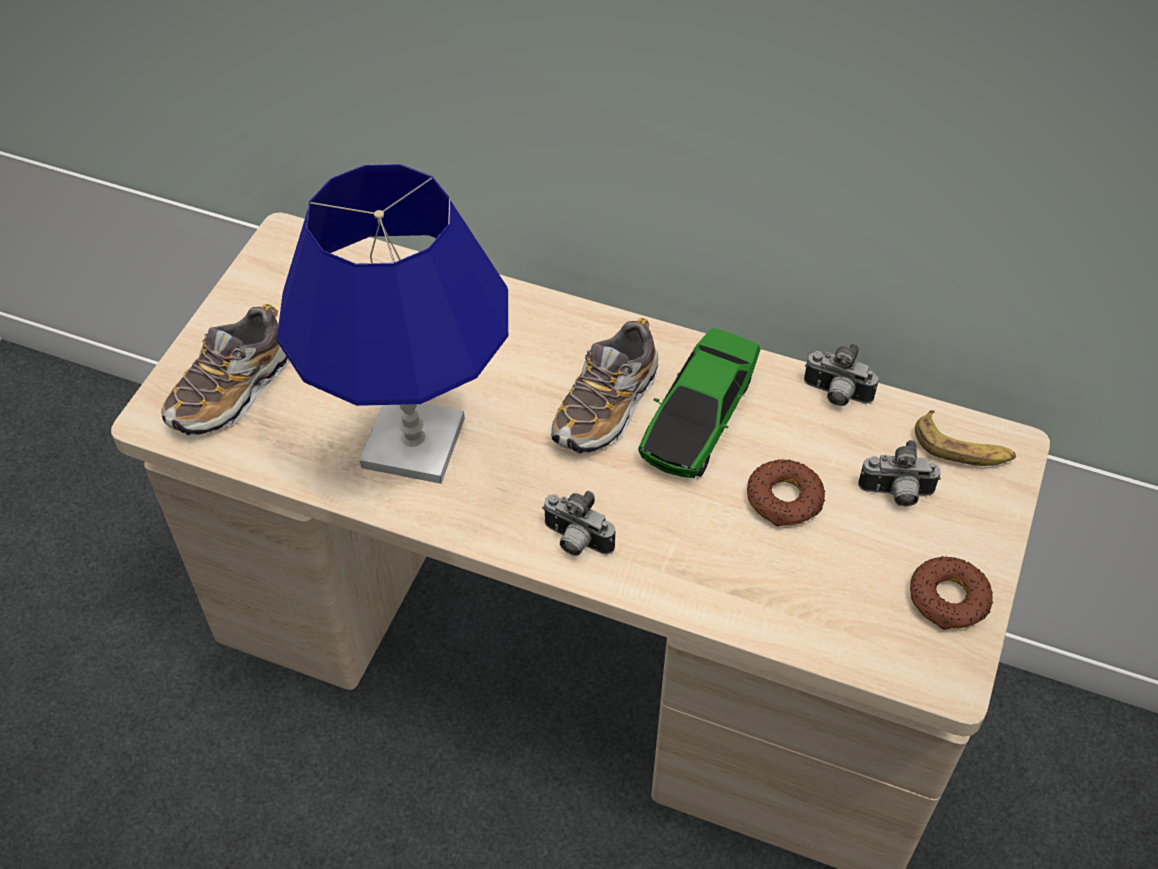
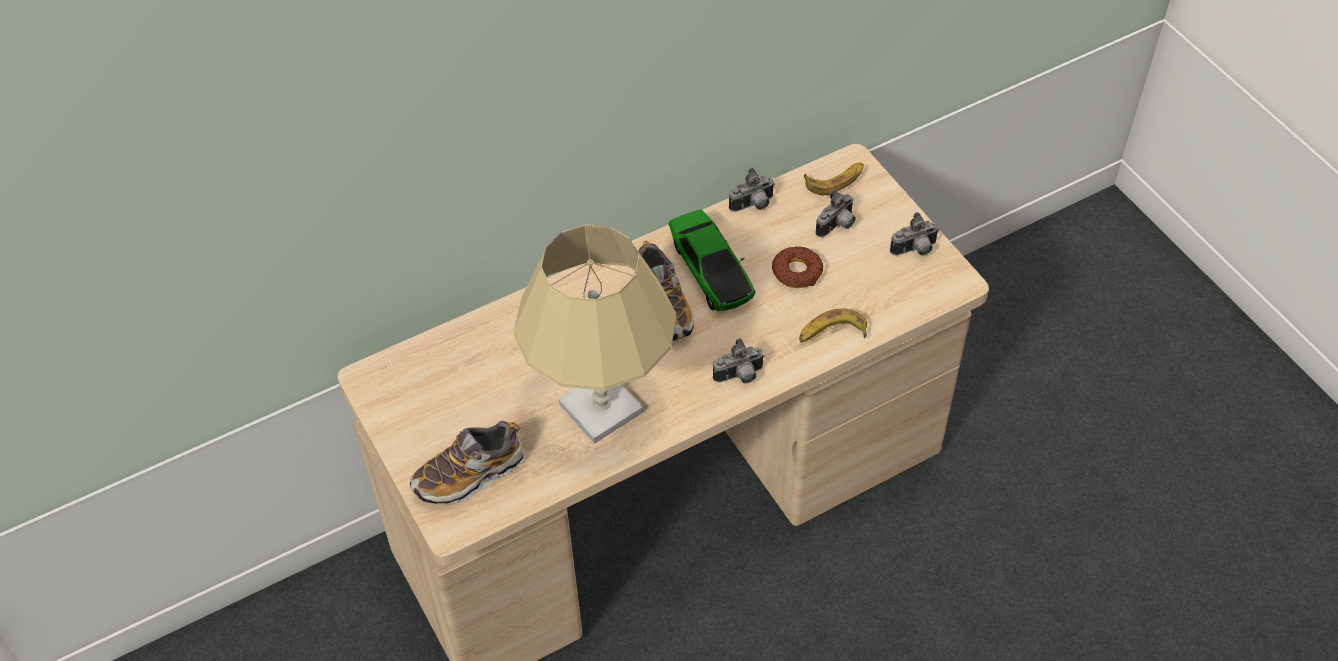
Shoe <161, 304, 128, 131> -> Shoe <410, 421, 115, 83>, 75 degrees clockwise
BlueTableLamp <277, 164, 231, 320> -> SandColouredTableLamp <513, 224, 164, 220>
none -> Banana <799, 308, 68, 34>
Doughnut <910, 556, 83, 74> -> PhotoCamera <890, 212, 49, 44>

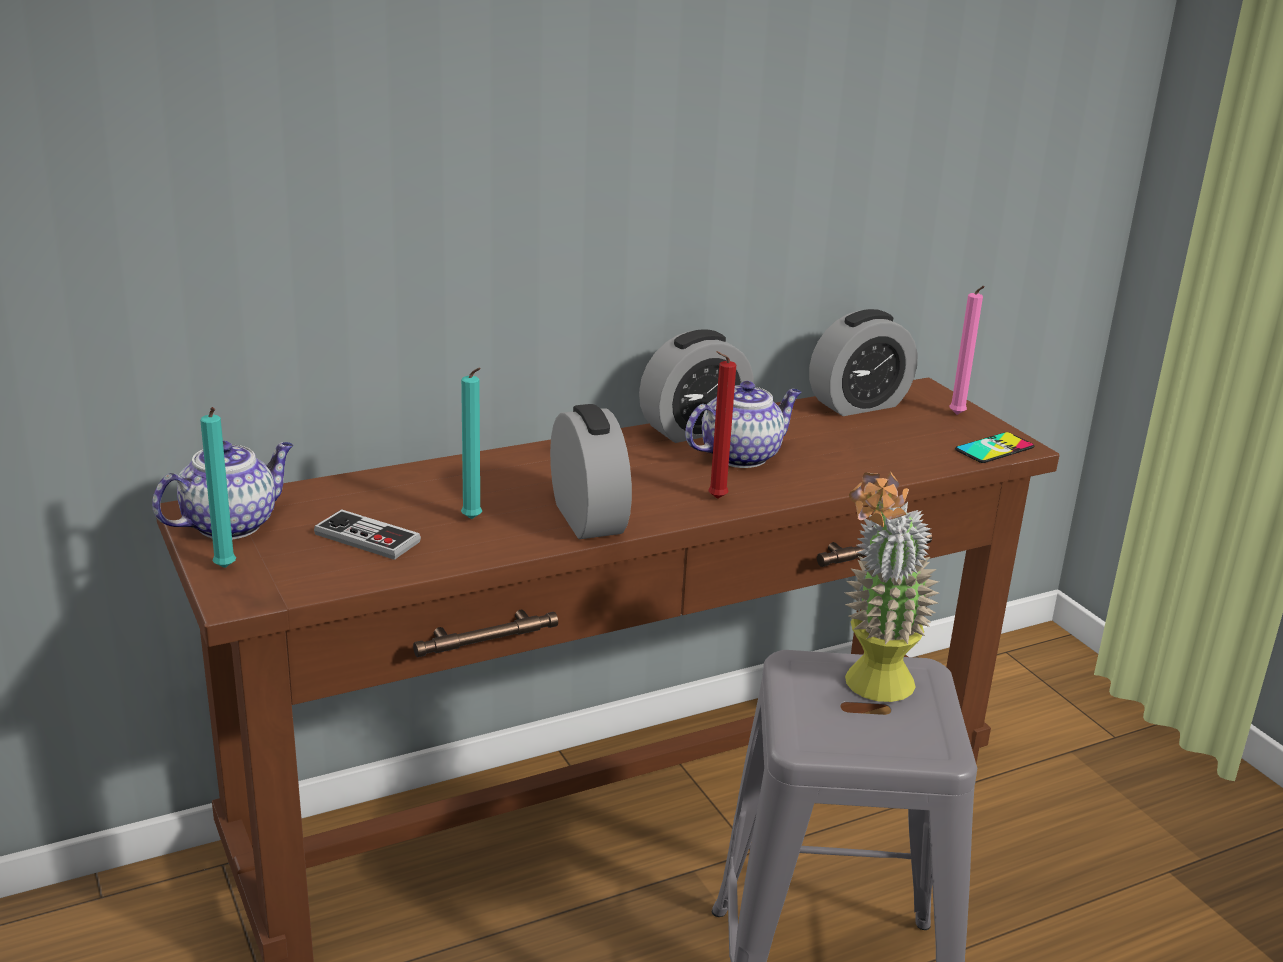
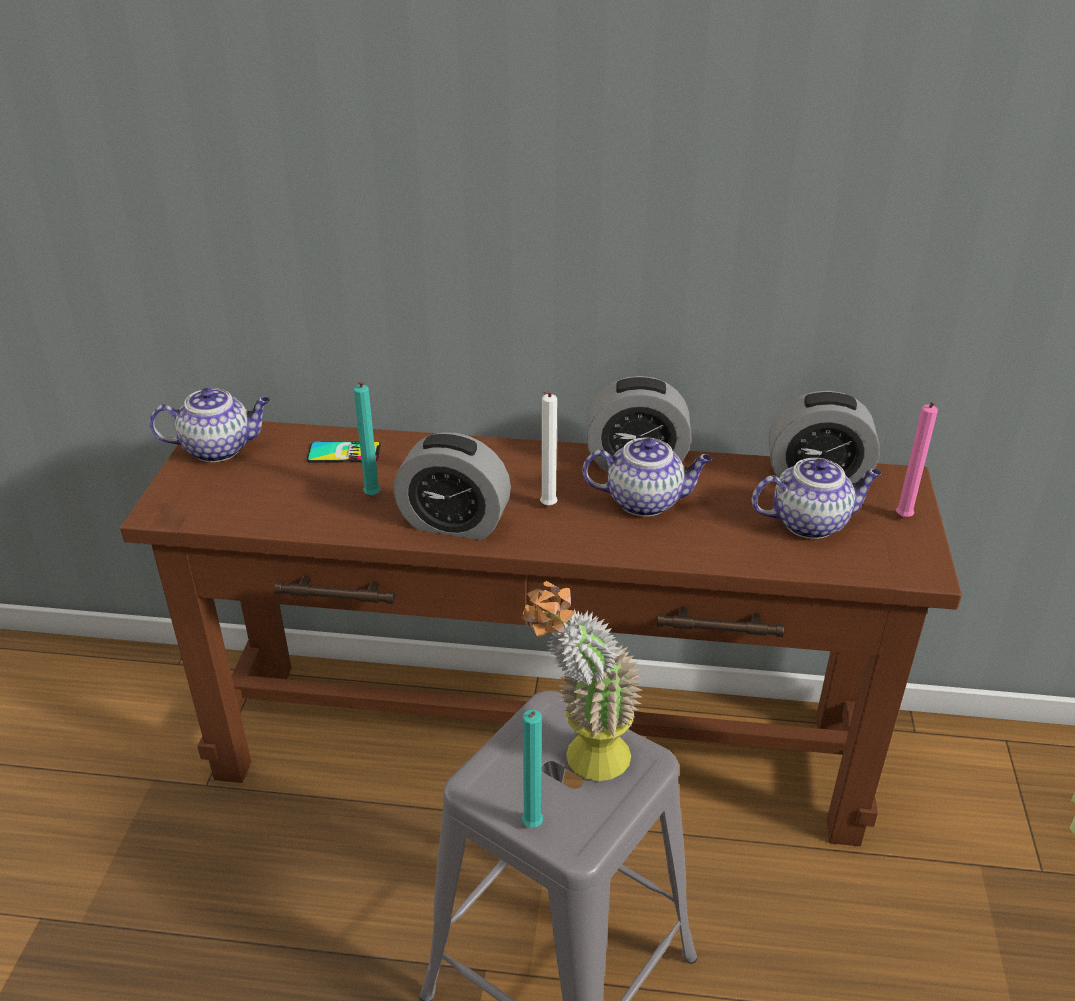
Phone <955, 432, 79, 31> -> Phone <307, 441, 74, 22>, move
TableClock <550, 404, 82, 135> -> TableClock <393, 432, 118, 108>, 90 degrees clockwise
TurquoiseColouredCandle <200, 407, 36, 161> -> TurquoiseColouredCandle <522, 710, 21, 117>, move
none -> WhitishCandle <540, 391, 18, 115>
none -> TeaPot <752, 458, 129, 81>
Joypad <314, 509, 107, 51> -> none
ReddishCandle <708, 351, 28, 148> -> none

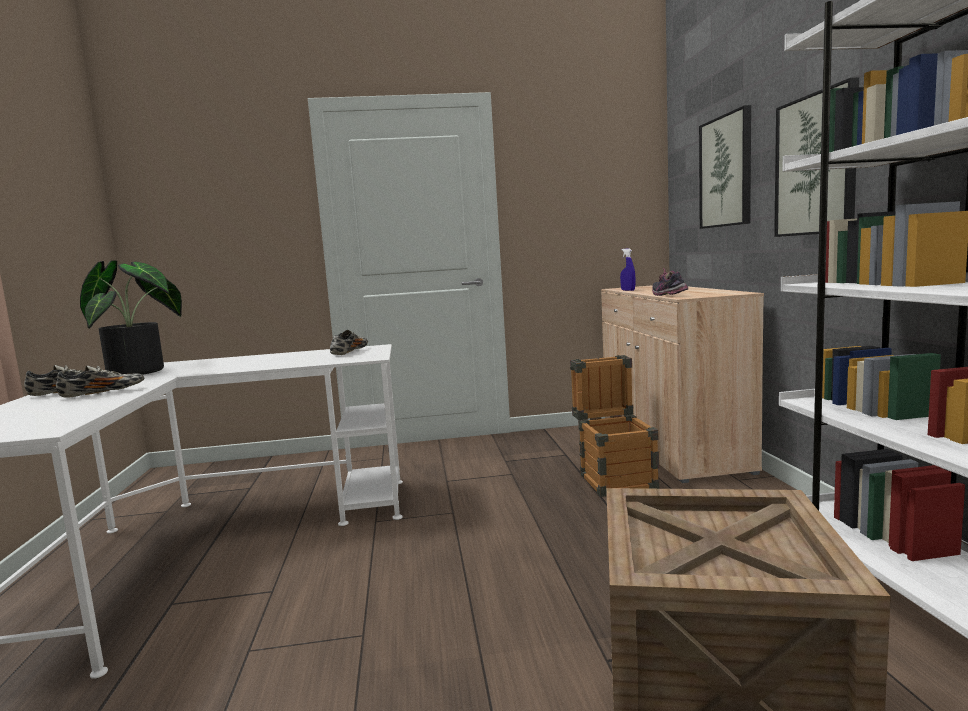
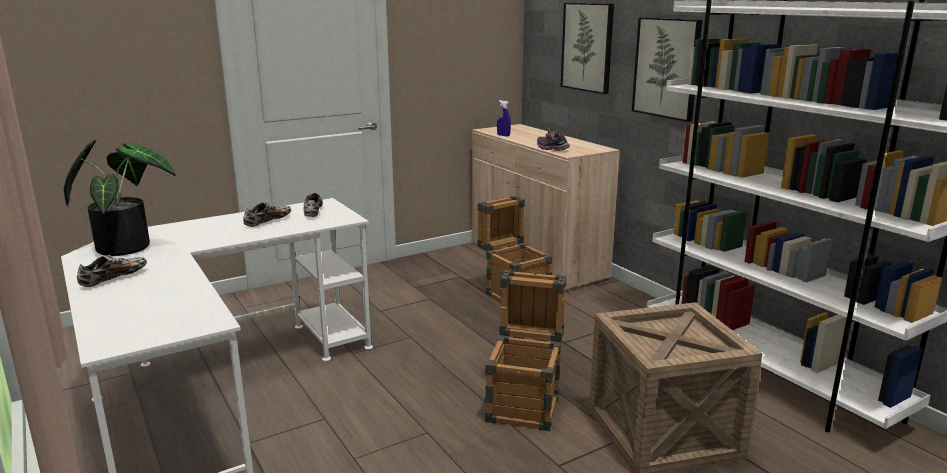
Shoe <56, 365, 88, 33> -> Shoe <243, 202, 48, 25>, move
none -> Crate <485, 270, 82, 161>

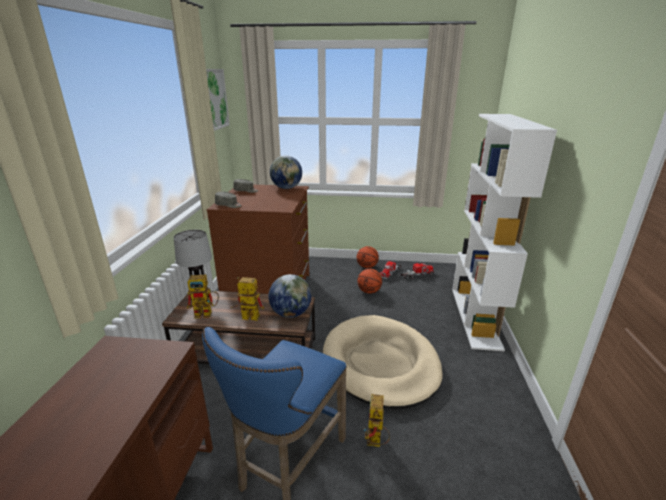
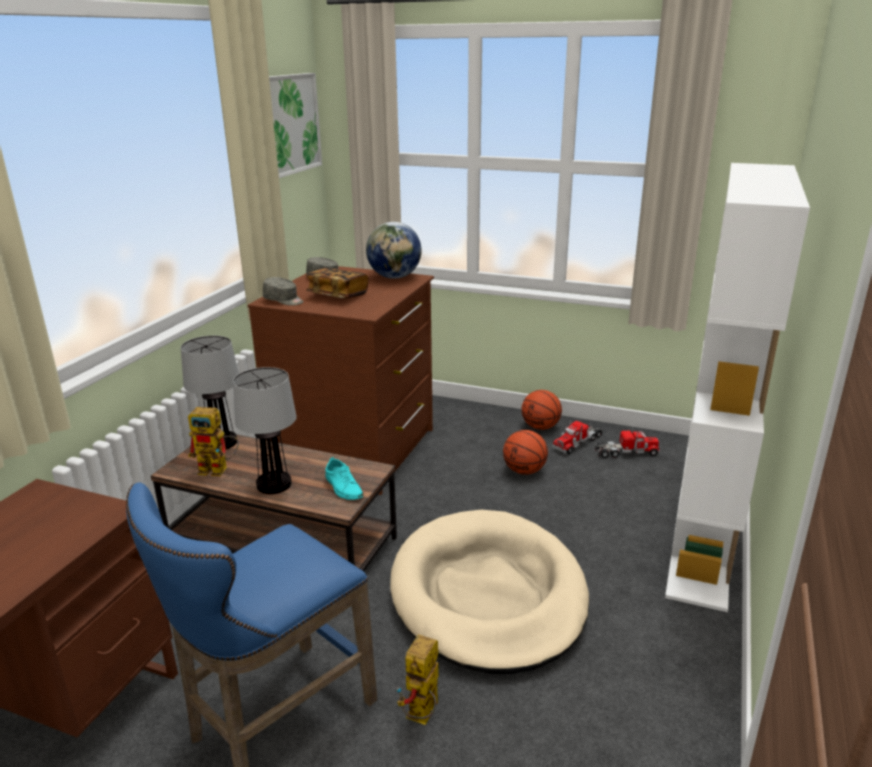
ModelRobot <230, 277, 34, 44> -> TableLamp <233, 367, 64, 127>
none -> BoundBook <306, 268, 63, 31>
Globe <269, 274, 43, 44> -> TurquoiseColouredShoe <325, 457, 38, 43>

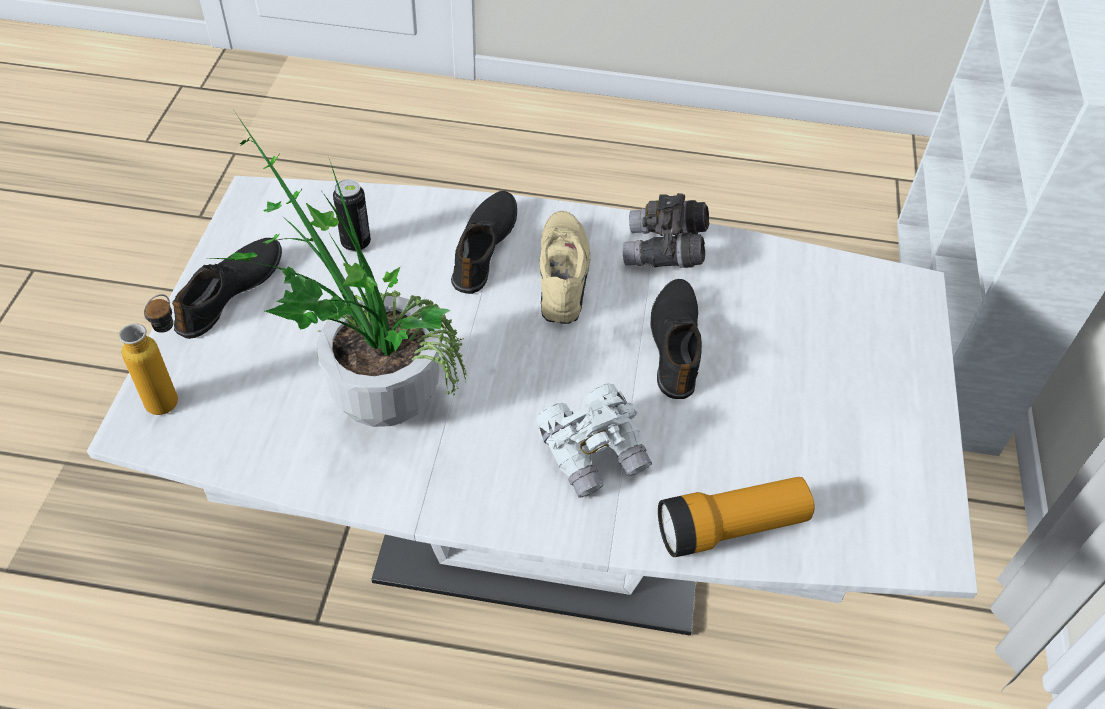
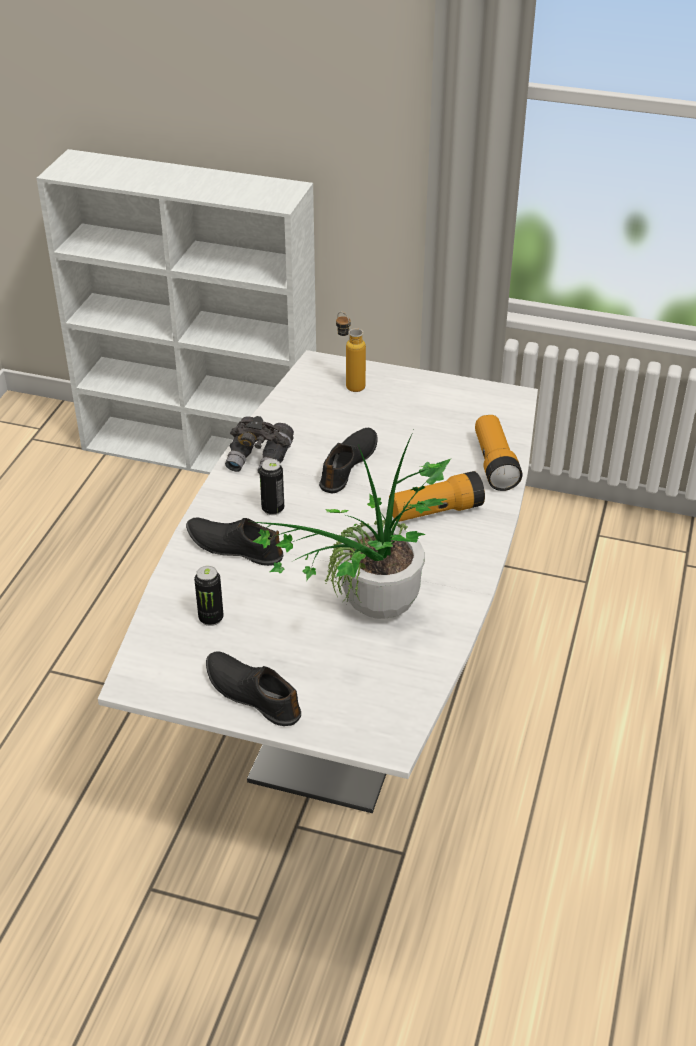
SandColouredShoe <539, 211, 51, 113> -> SealedCan <259, 459, 25, 56>
BlackColouredShoe <650, 279, 52, 120> -> BlackColouredShoe <319, 428, 59, 65>, 105 degrees clockwise
Bottle <119, 294, 59, 121> -> Bottle <336, 312, 30, 80>, move
WhitishBinoculars <536, 383, 116, 115> -> Flashlight <389, 471, 96, 51>

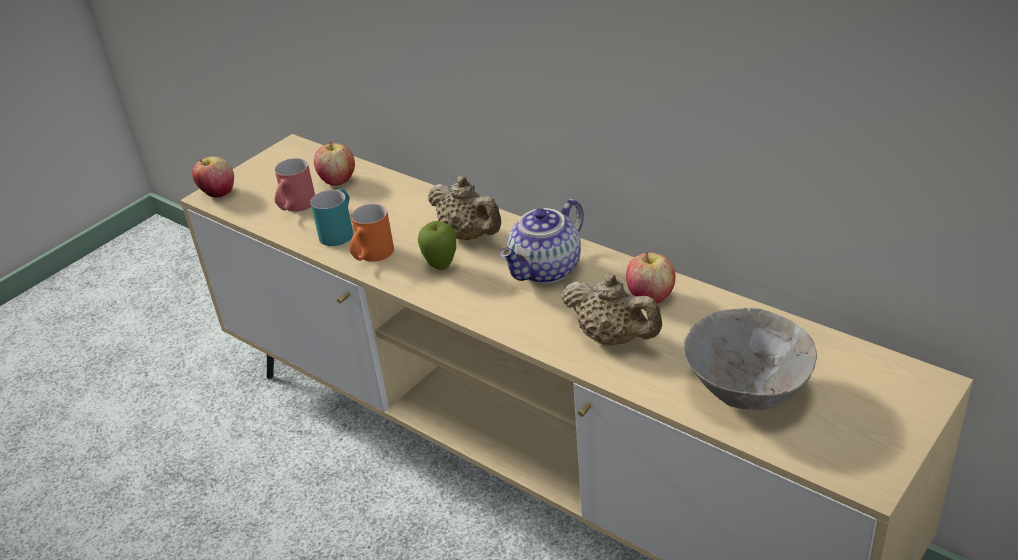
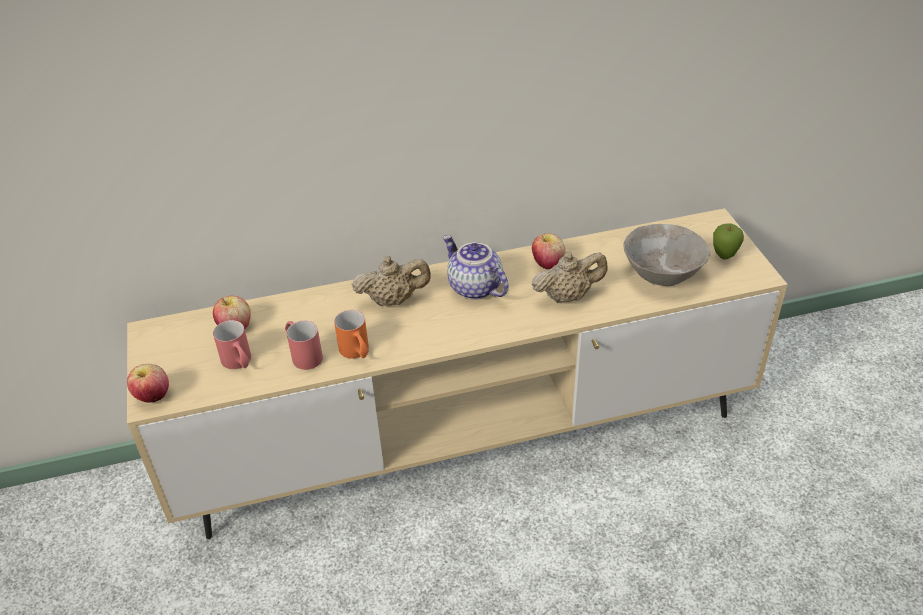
TurquoiseColouredTeaMug <310, 189, 43, 57> -> ReddishTeaMug <285, 320, 38, 50>
TeaPot <499, 199, 85, 85> -> TeaPot <443, 235, 66, 65>, 150 degrees clockwise
WholeApple <418, 221, 38, 49> -> WholeApple <713, 223, 31, 37>, move

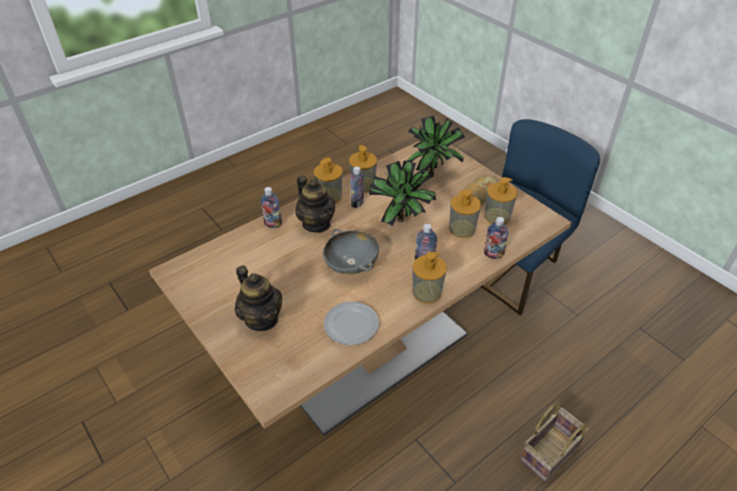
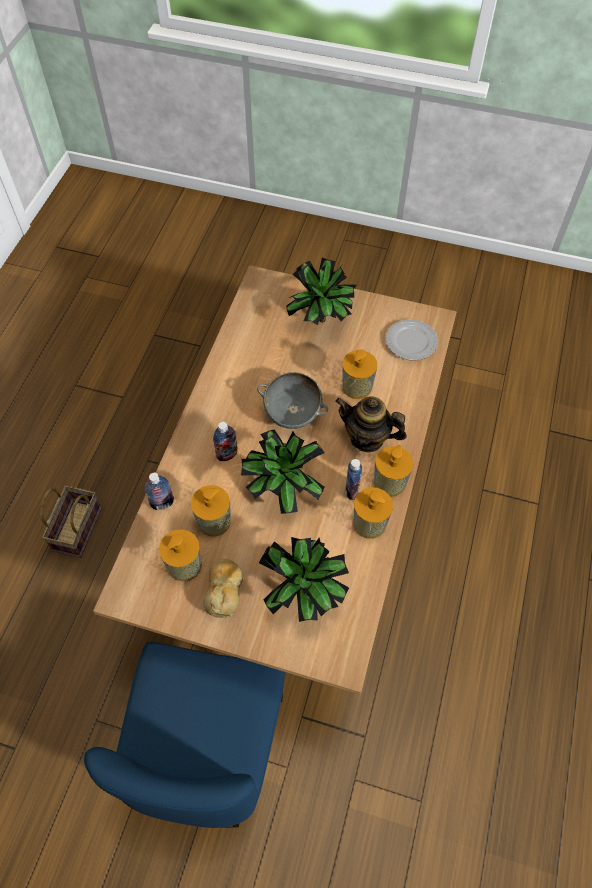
TeaPot <235, 265, 48, 66> -> PottedPlant <286, 258, 70, 67>
LiquidSoapBottle <412, 252, 35, 52> -> LiquidSoapBottle <342, 349, 35, 50>, move
Plate <324, 302, 55, 43> -> Plate <386, 319, 52, 41>, move
Bottle <260, 187, 22, 41> -> none

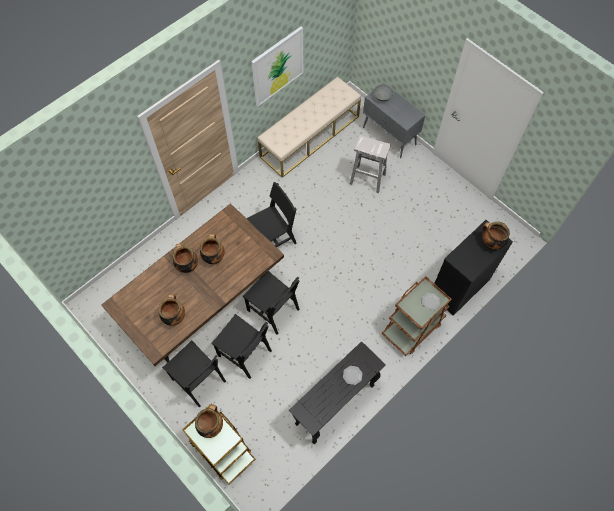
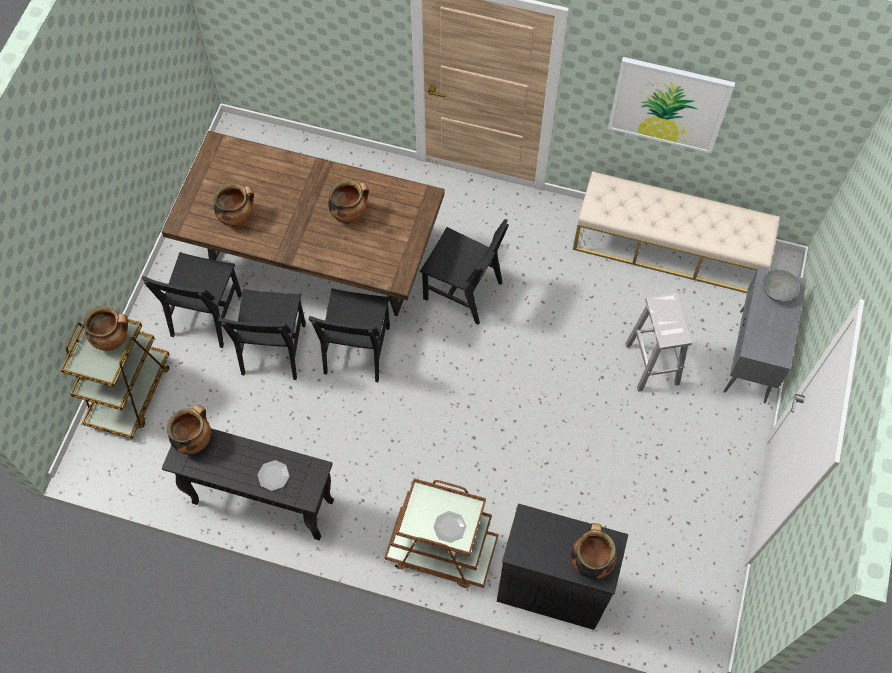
Stockpot <173, 243, 25, 30> -> Stockpot <167, 404, 44, 50>, move

